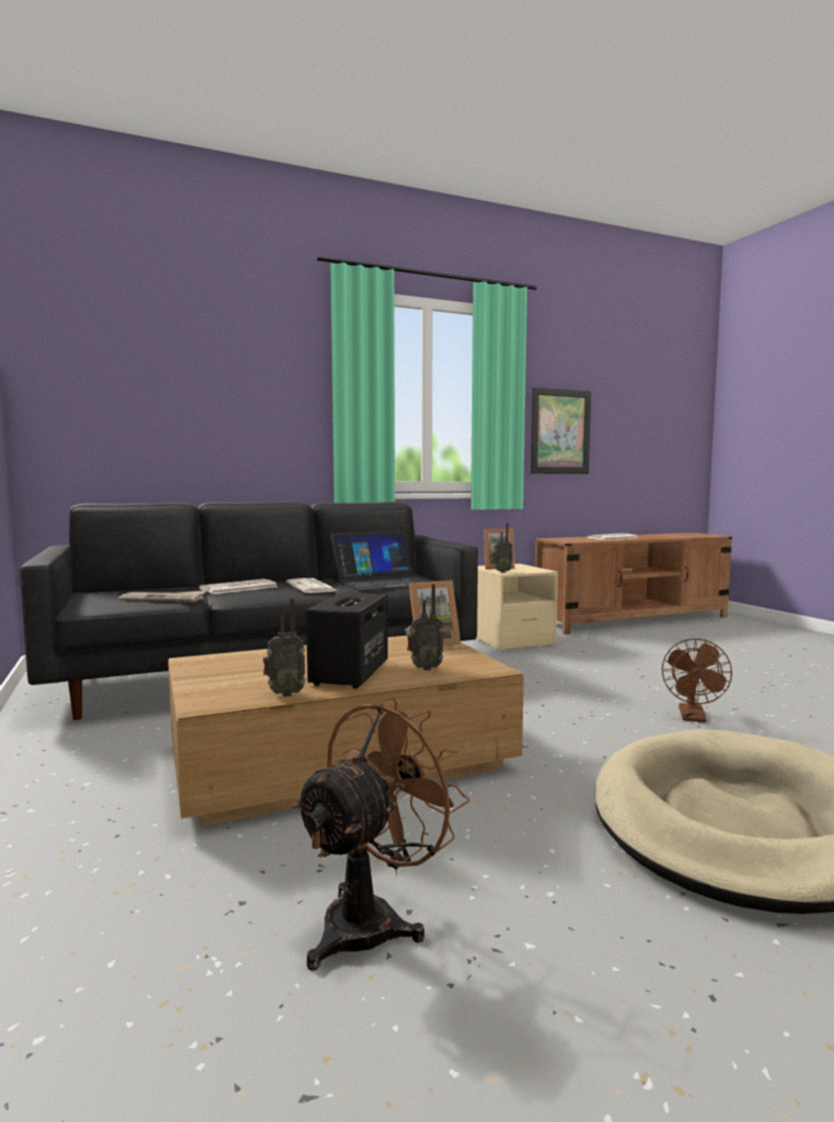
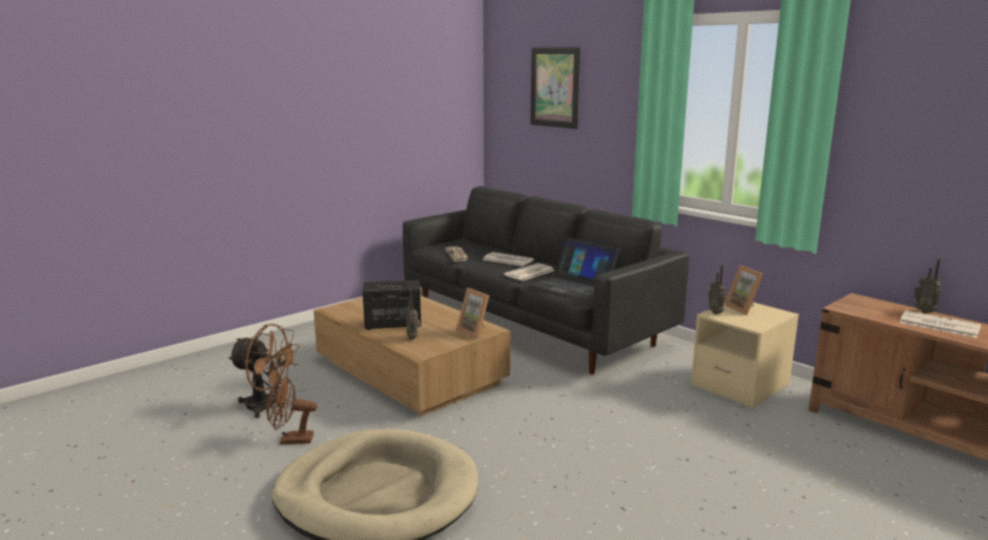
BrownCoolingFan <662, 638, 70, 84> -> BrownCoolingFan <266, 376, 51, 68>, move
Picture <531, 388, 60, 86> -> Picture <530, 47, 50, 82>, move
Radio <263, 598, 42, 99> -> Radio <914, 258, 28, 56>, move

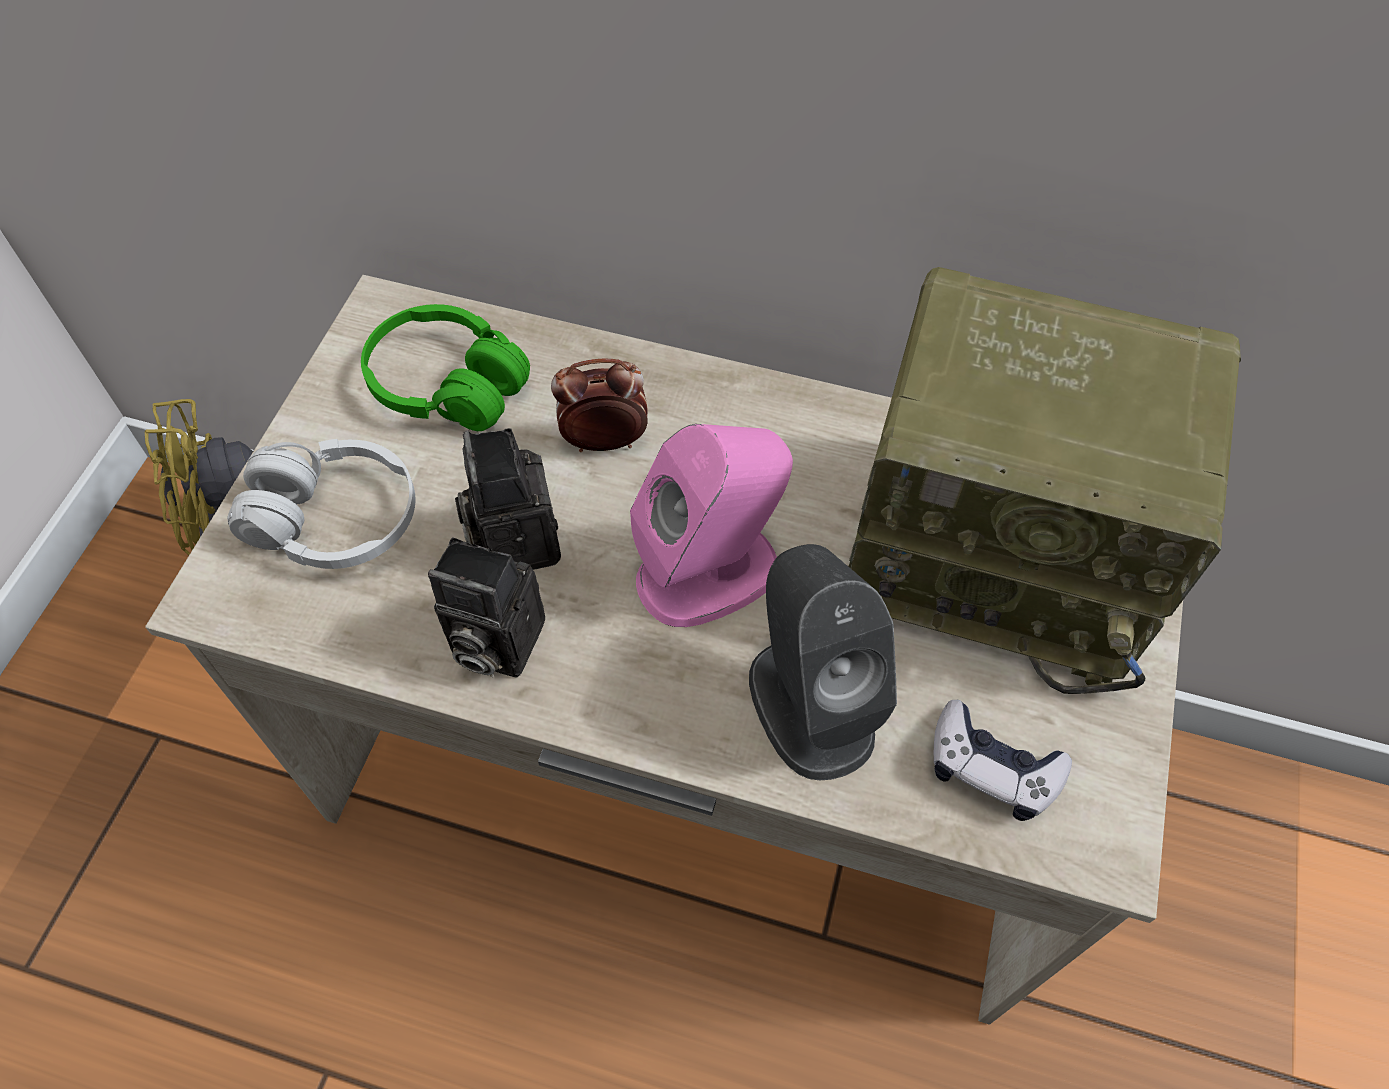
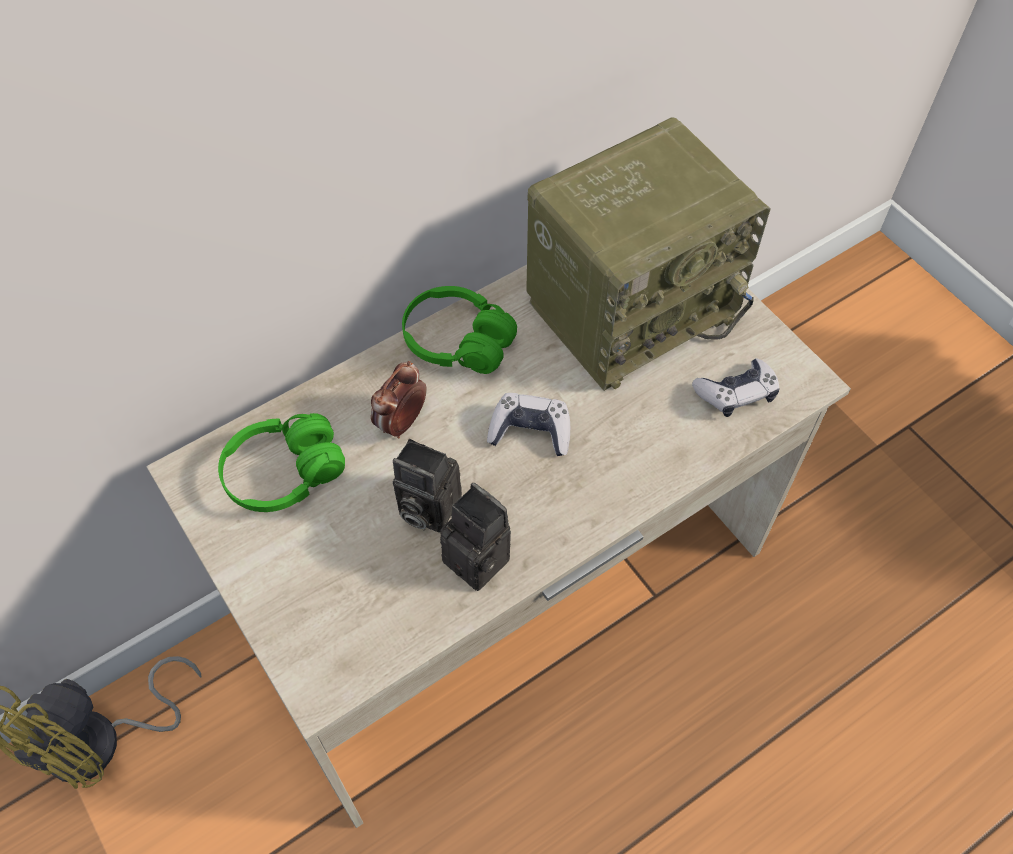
none -> GreenishHeadset <402, 286, 115, 88>
PhotoCamera <428, 538, 117, 140> -> PhotoCamera <440, 483, 71, 108>, 105 degrees counterclockwise
PinkColouredLoudspeaker <630, 424, 163, 203> -> Joypad <487, 393, 83, 63>
WhitishHeadset <227, 439, 189, 130> -> none
GreyLoudspeaker <749, 544, 148, 236> -> none

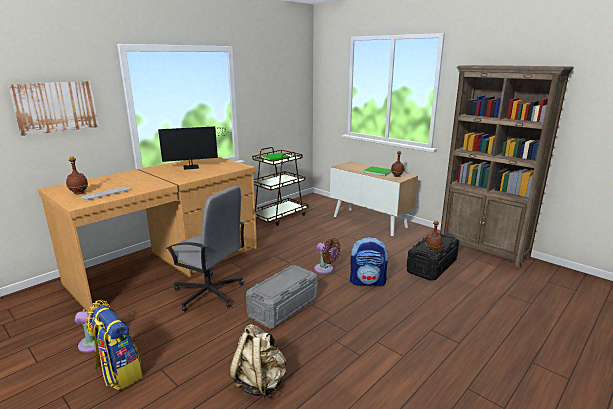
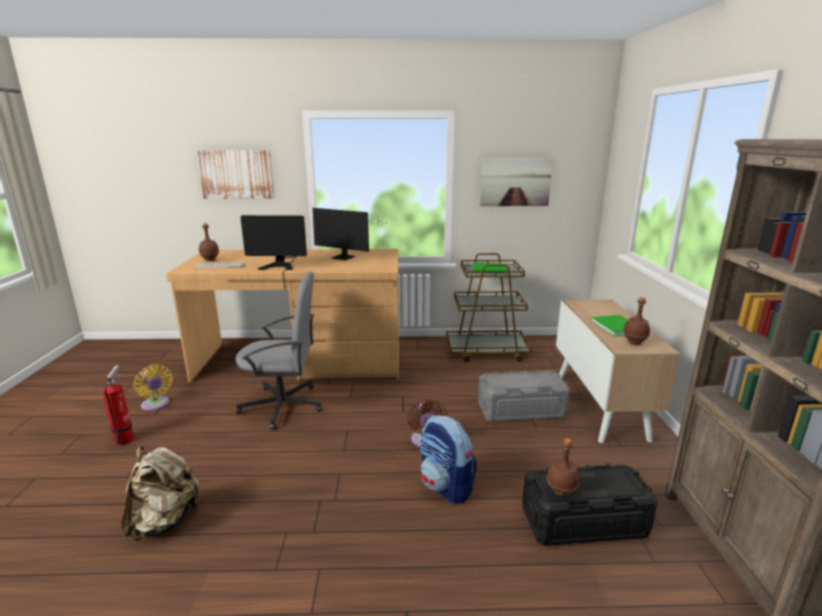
Rucksack <91, 305, 52, 85> -> Extinguisher <102, 365, 32, 80>
GreyOfficeChair <166, 186, 79, 126> -> GreyOfficeChair <236, 272, 87, 158>, 75 degrees counterclockwise
none -> Monitor <240, 215, 67, 55>
GreyStorageContainer <246, 265, 72, 63> -> GreyStorageContainer <478, 370, 92, 52>, move
none -> Picture <480, 158, 73, 48>

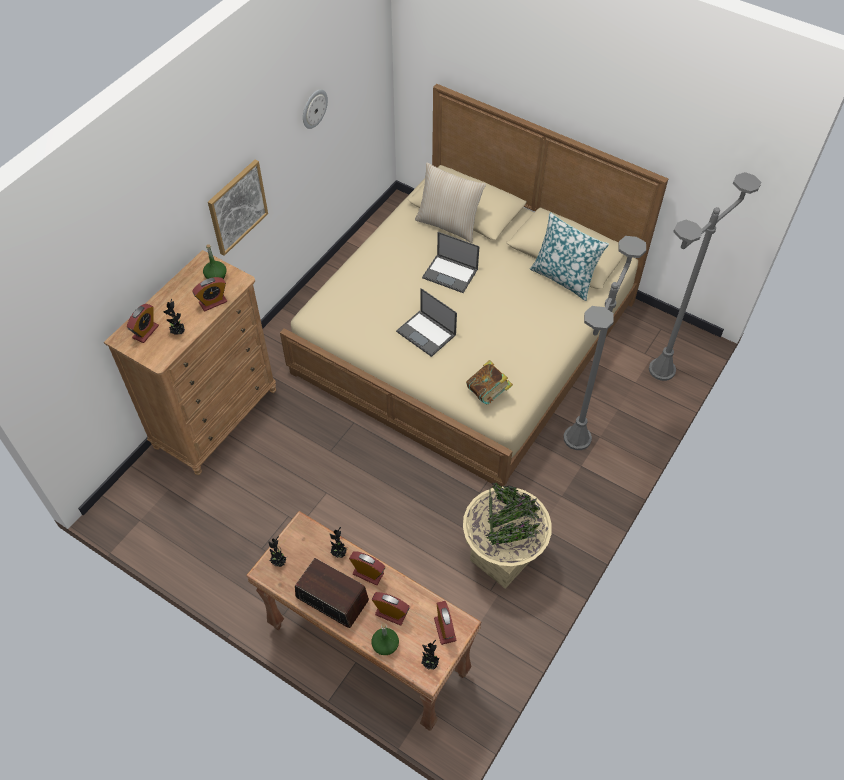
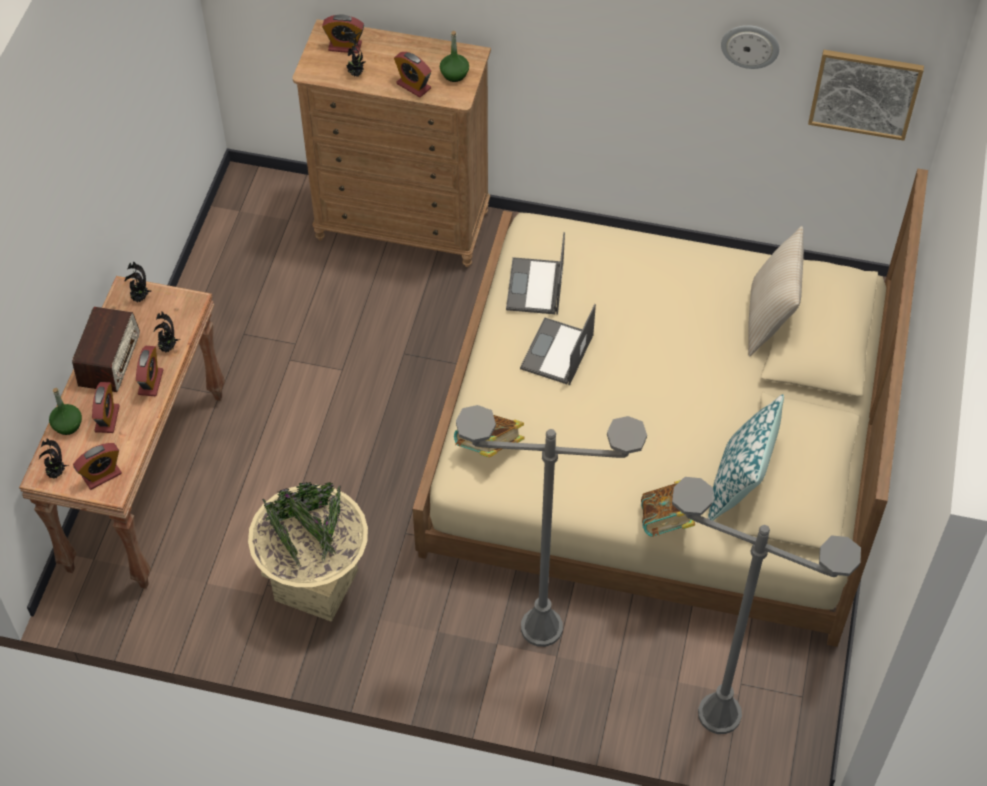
NotebookComputer <422, 232, 58, 61> -> NotebookComputer <506, 232, 59, 83>, move
none -> BoundBook <641, 480, 54, 57>
Picture <208, 160, 60, 96> -> Picture <808, 50, 116, 91>, move

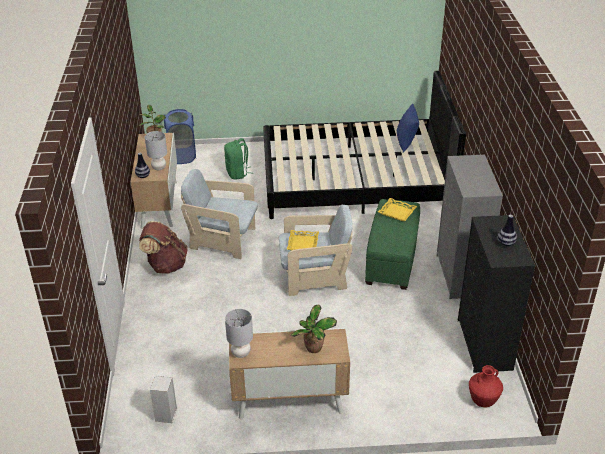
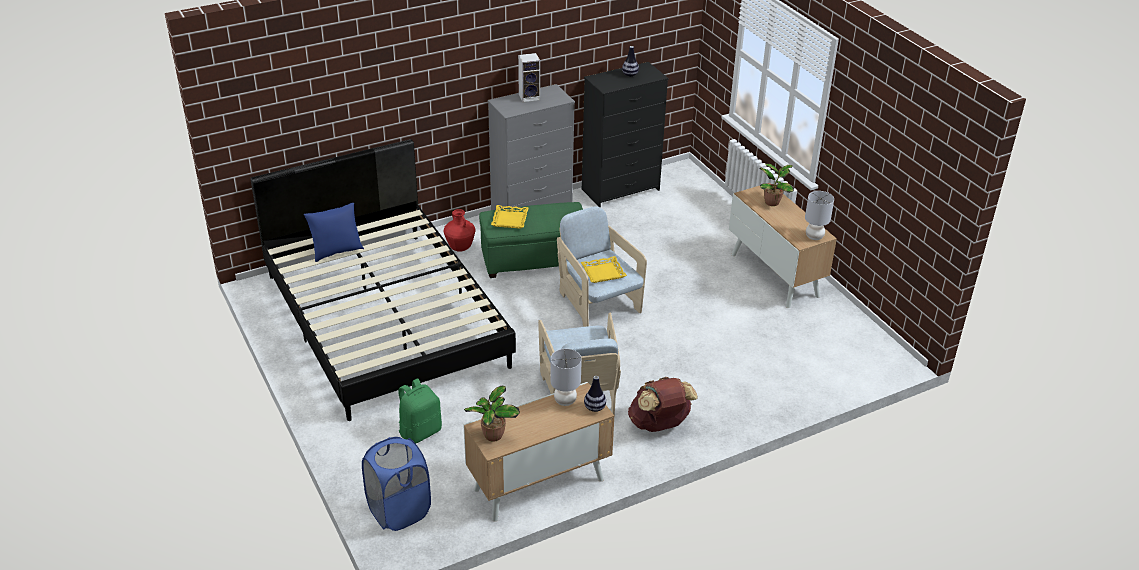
ReddishFlowerVase <469, 365, 34, 43> -> ReddishFlowerVase <443, 209, 33, 43>, move
Loudspeaker <150, 375, 27, 48> -> Loudspeaker <518, 53, 22, 49>, move

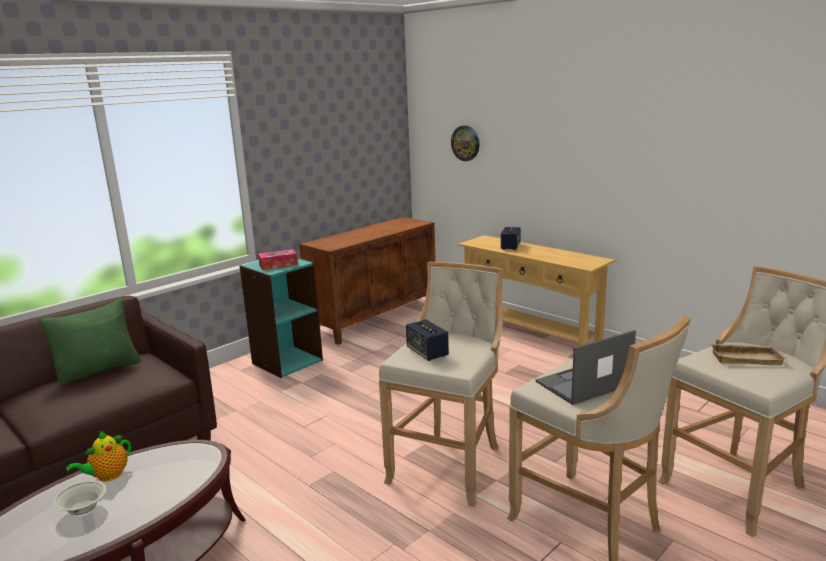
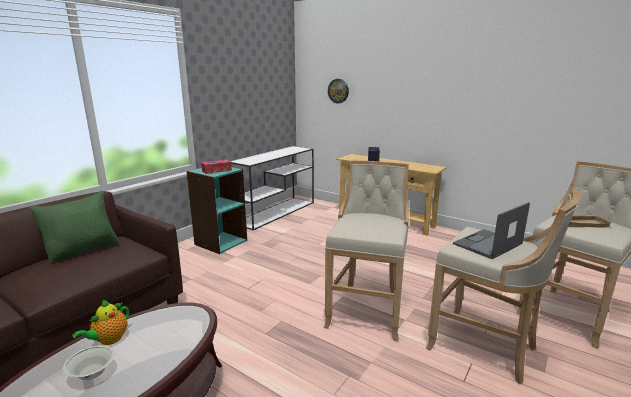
BrownCupboard <299, 217, 137, 128> -> WhitishConsoleTable <231, 146, 83, 84>
Loudspeaker <406, 319, 43, 42> -> none

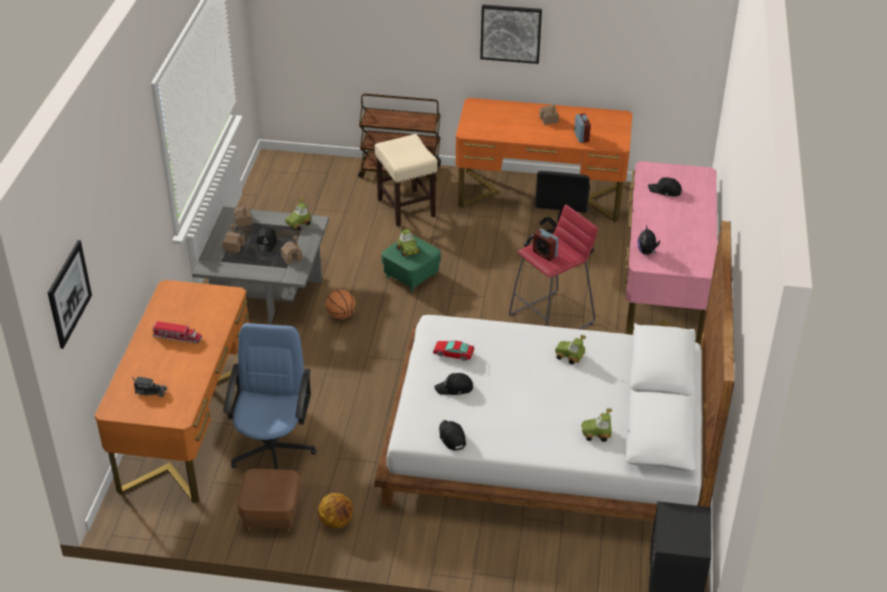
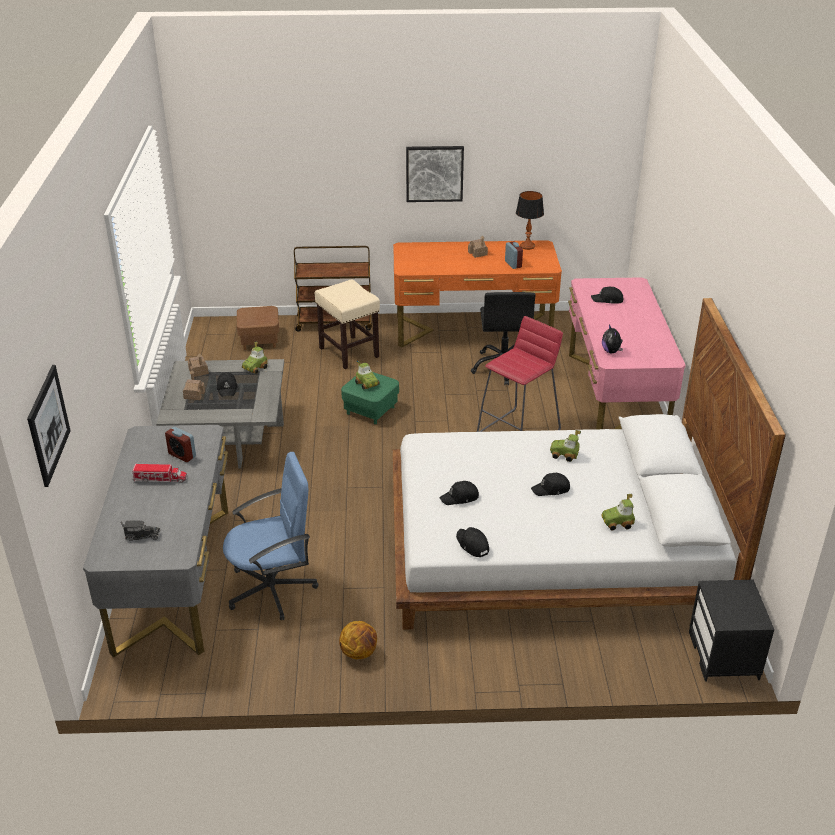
OrangeDeskUnit <94, 280, 155, 223> -> GreyDeskUnit <83, 425, 145, 232>
TableClock <533, 229, 25, 32> -> TableClock <165, 427, 31, 35>, move
BlueOfficeChair <223, 323, 94, 146> -> BlueOfficeChair <223, 452, 95, 168>, 75 degrees clockwise
BrownFootrest <238, 469, 62, 63> -> BrownFootrest <237, 306, 42, 44>, move
none -> TableLamp <516, 191, 28, 59>
none -> BlackColouredPeakedCap <531, 473, 39, 23>
ToyHouse <281, 235, 22, 30> -> none
BasketballBall <326, 290, 30, 29> -> none
ToyCar <433, 341, 41, 20> -> none

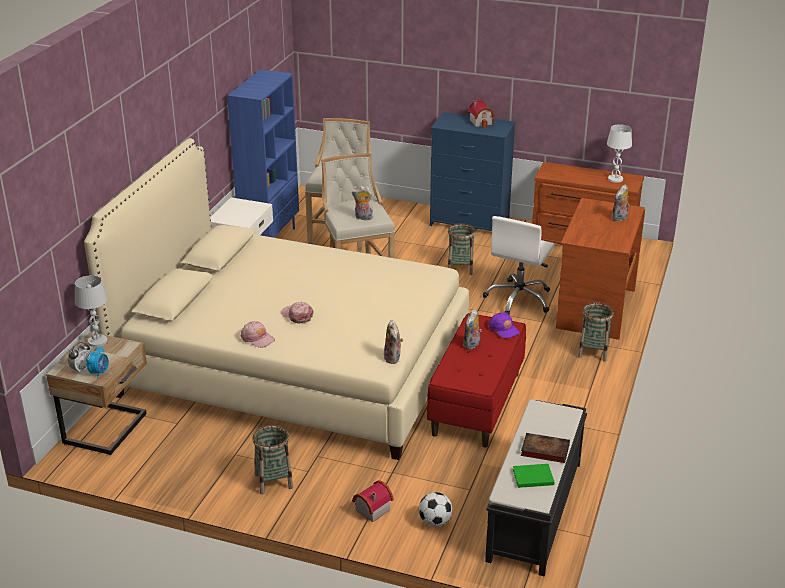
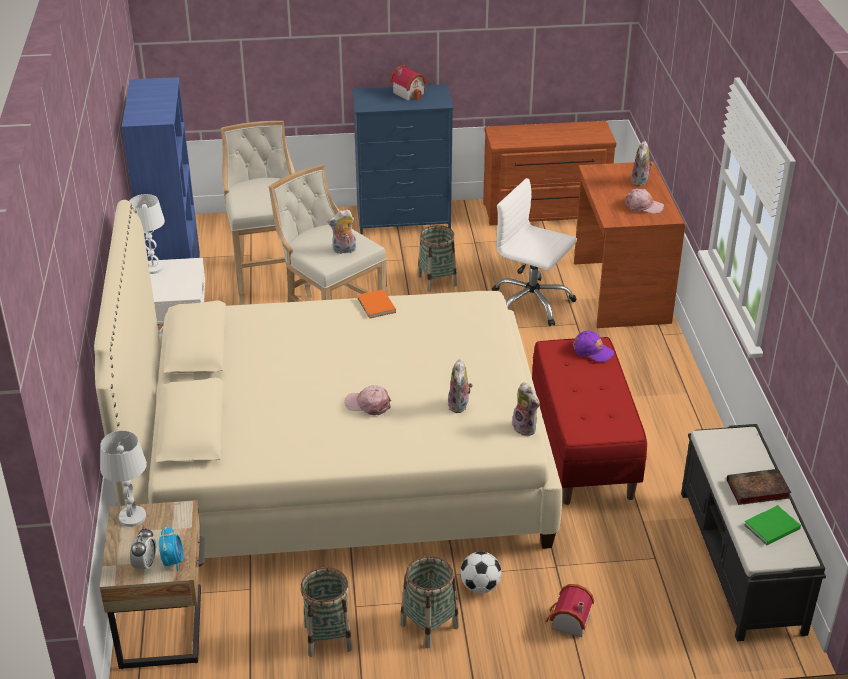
WhitishTableLamp <607, 124, 25, 59> -> WhitishTableLamp <129, 194, 36, 80>, move
HouseholdBasket <578, 302, 36, 60> -> HouseholdBasket <300, 567, 52, 90>, move
none -> OrangeBoundBook <358, 289, 38, 30>
SoftToy <463, 309, 19, 41> -> SoftToy <448, 359, 25, 54>, move
Football <419, 492, 34, 35> -> Football <460, 551, 42, 42>, move
WhitishOfficeChair <483, 216, 71, 99> -> WhitishOfficeChair <492, 178, 85, 148>, 120 degrees clockwise
PinkColouredPeakedCap <241, 321, 34, 27> -> PinkColouredPeakedCap <624, 189, 40, 25>, move

